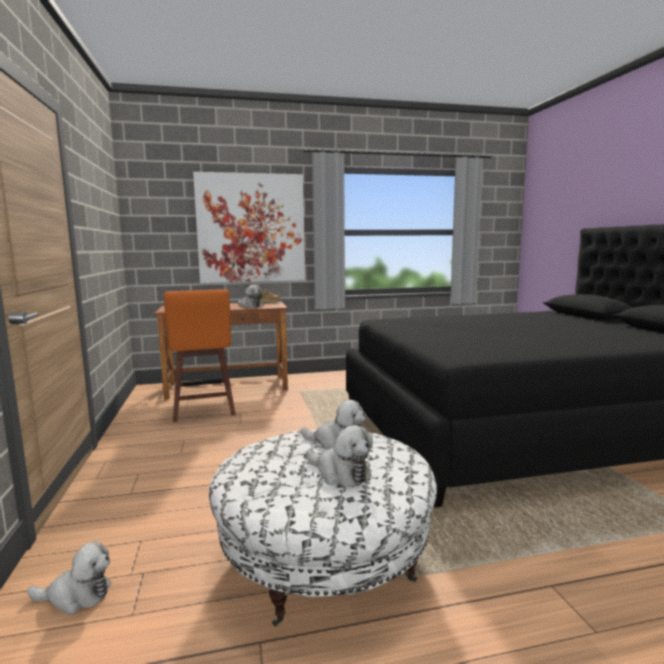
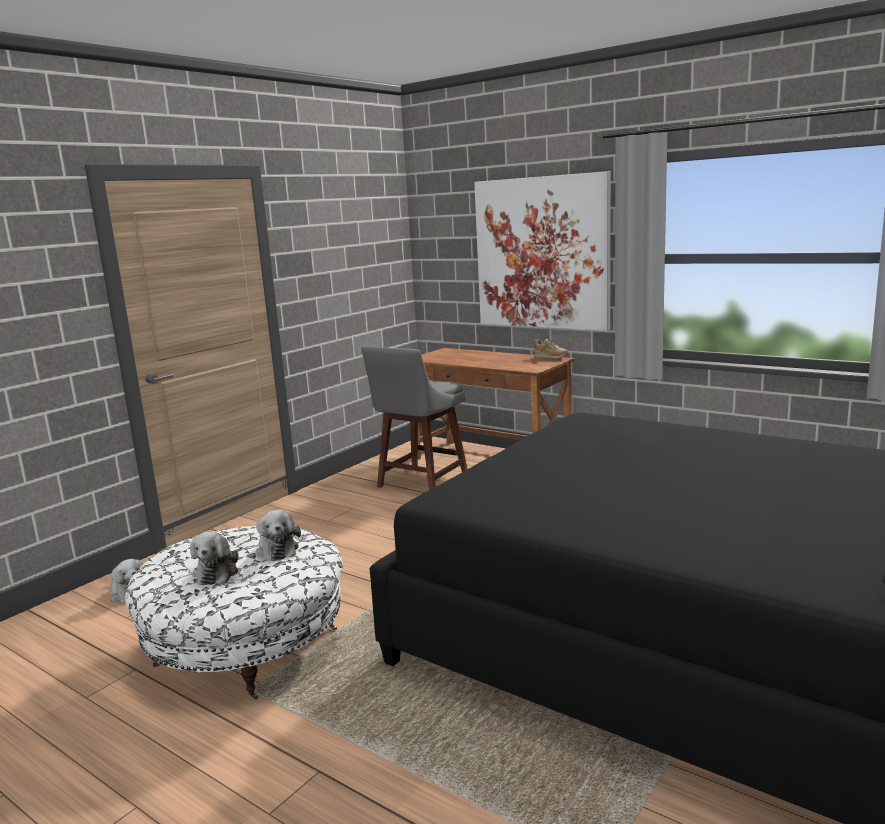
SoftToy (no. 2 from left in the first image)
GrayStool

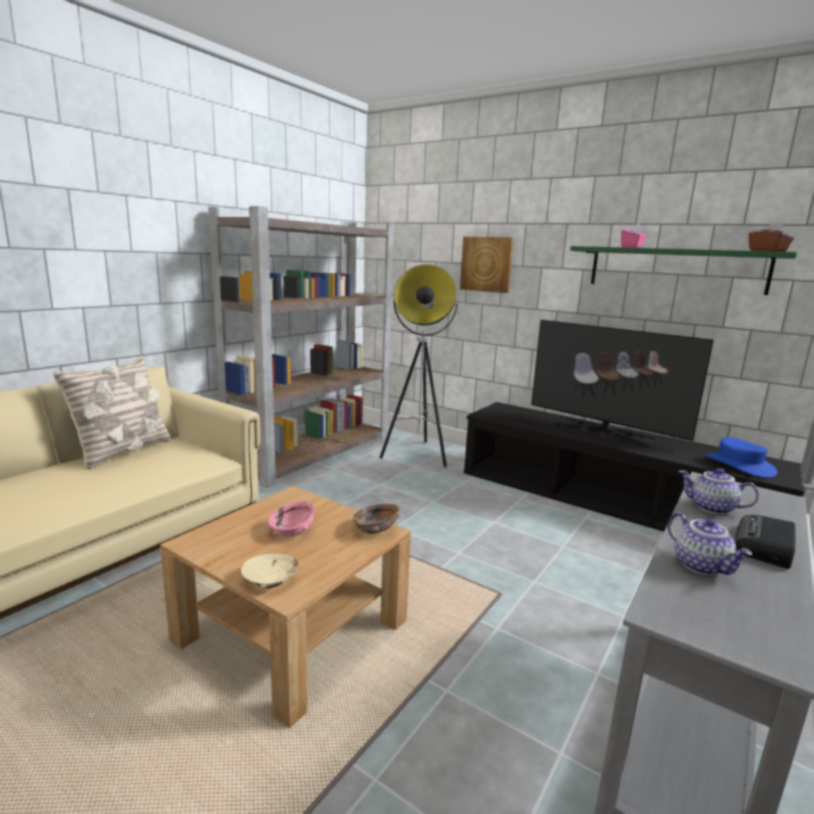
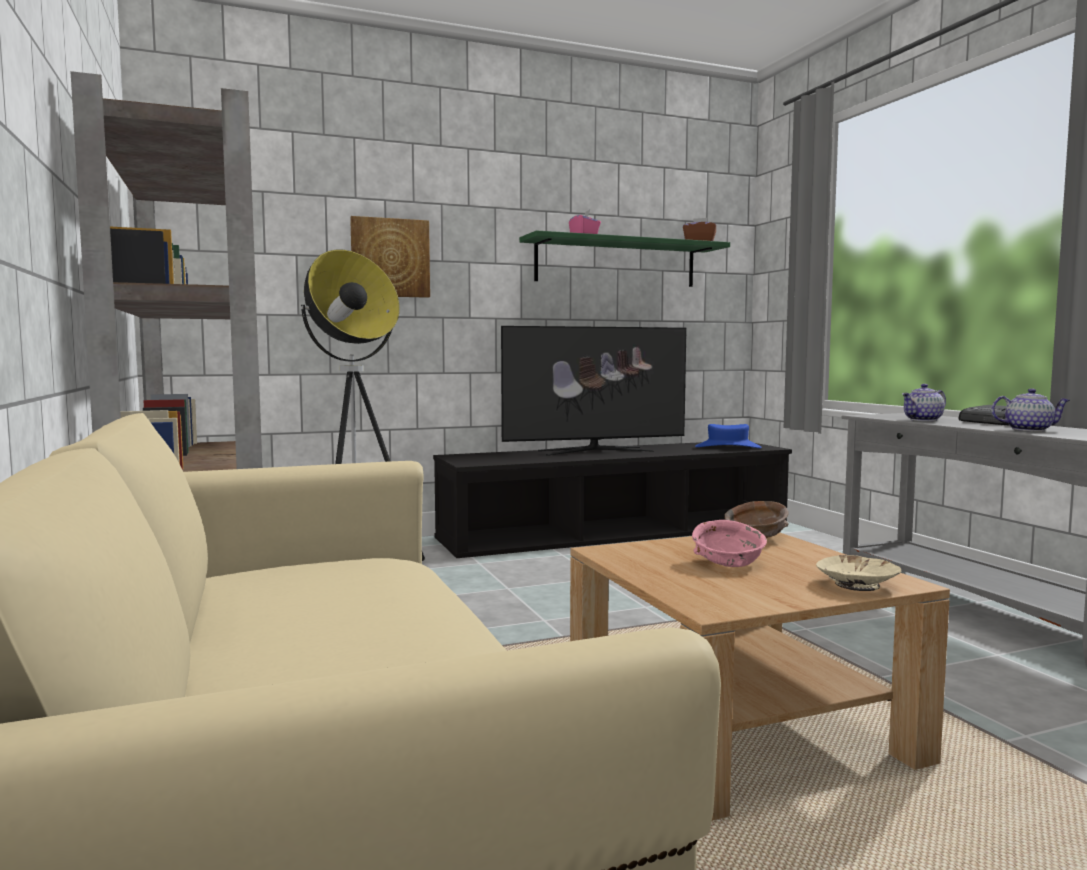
BeigeColouredThrowPillow

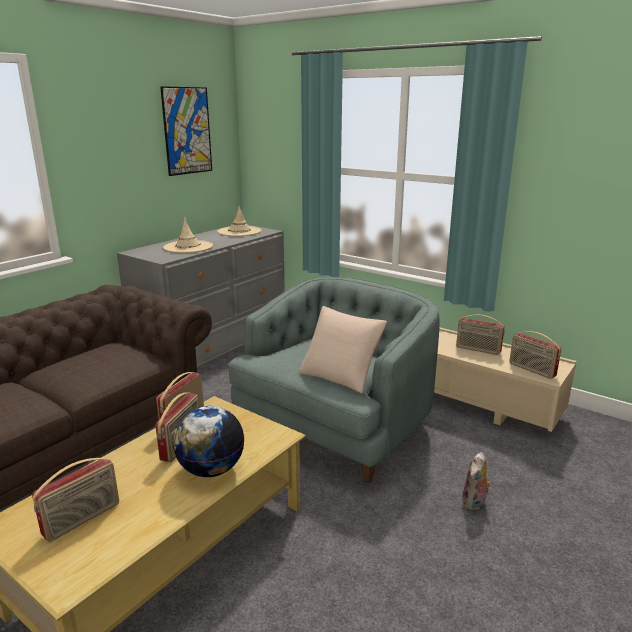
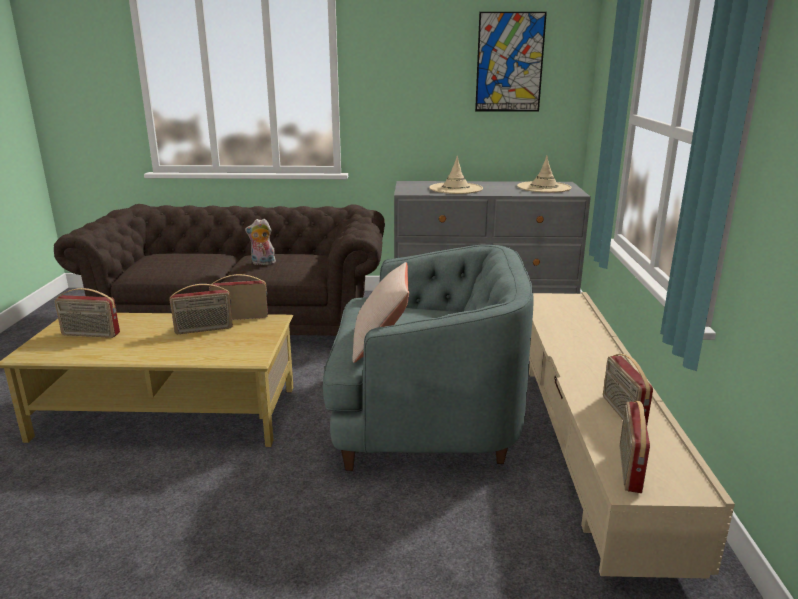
Globe
SoftToy

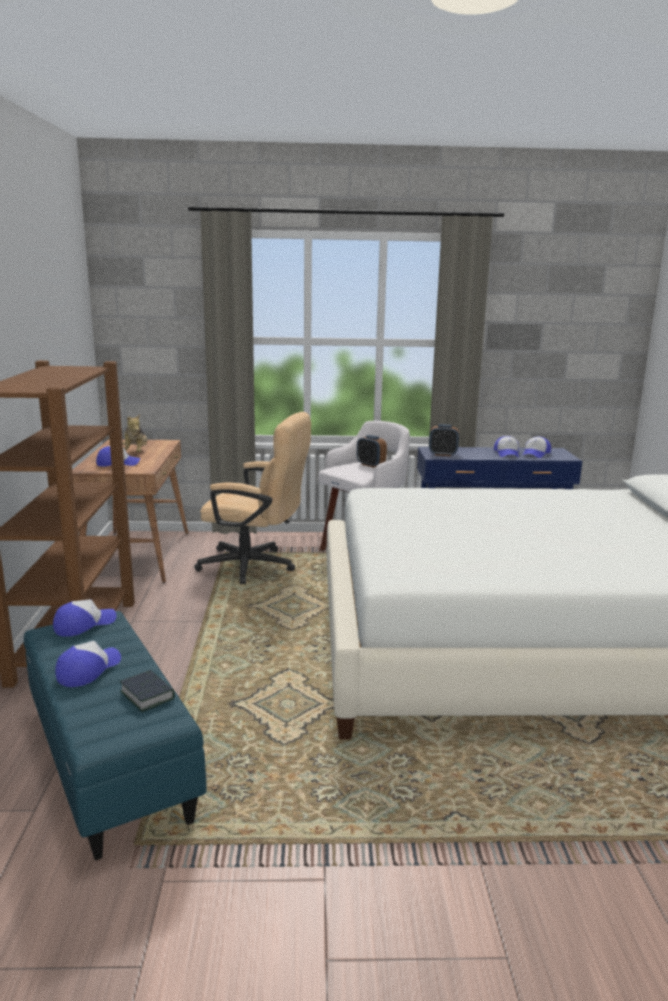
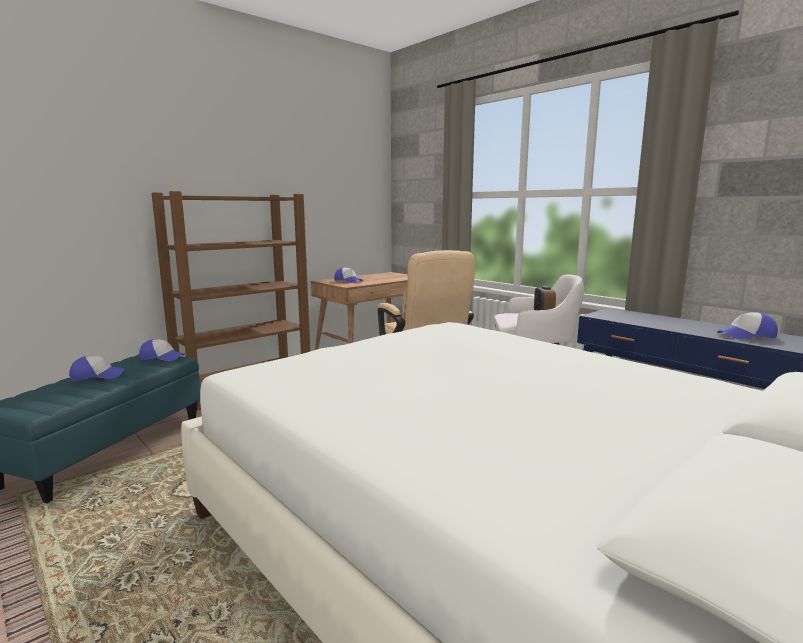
SoftToy
TableClock (no. 2 from left in the first image)
PeakedCap (no. 4 from left in the first image)
Volume

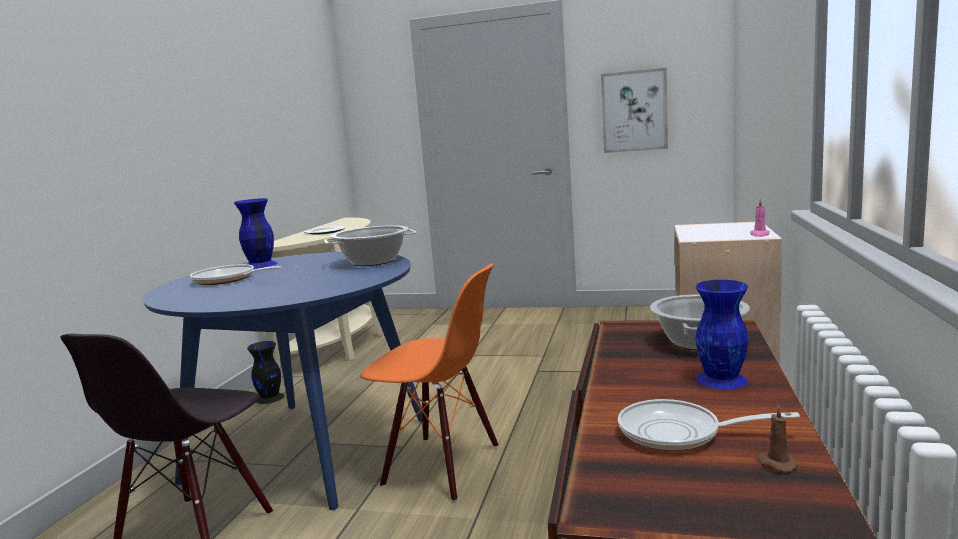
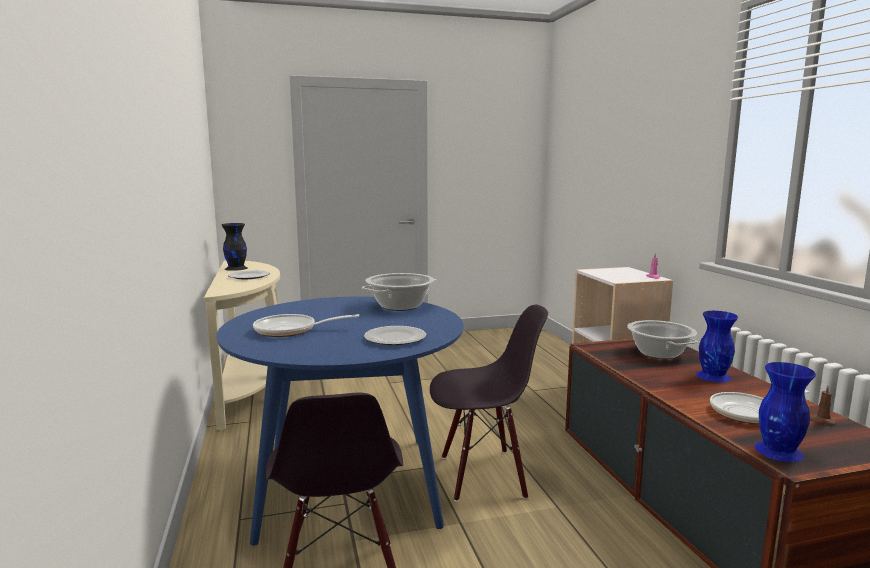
Picture
BlueColouredFlowerVase (no. 2 from left)
BlackPlainChair (no. 2 from left)
BlackFlowerVase
DinnerPlate (no. 2 from left)

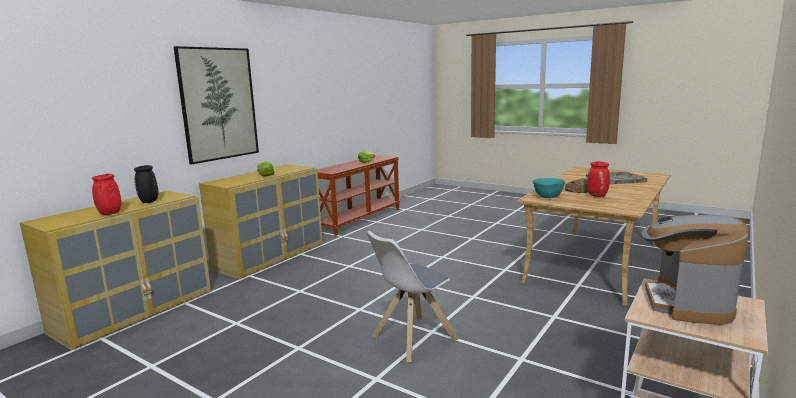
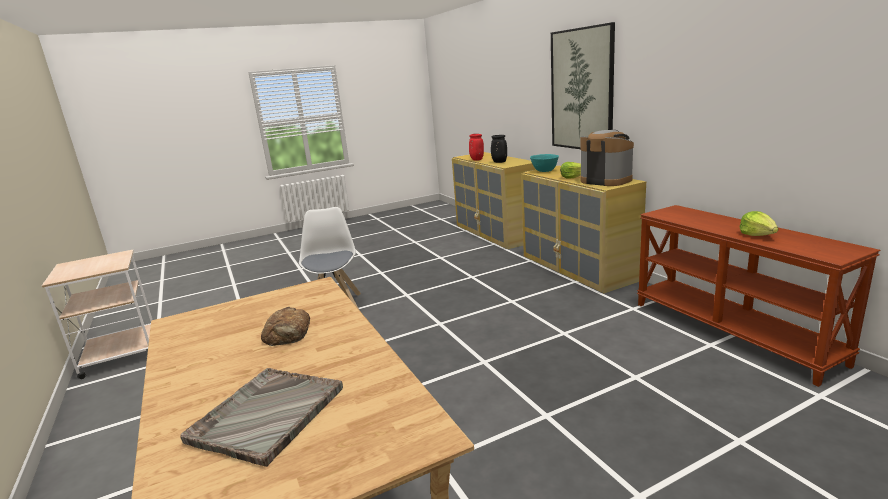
RedFlowerVase (no. 2 from left in the first image)
TurquoiseColouredBowl
CoffeeBrewer

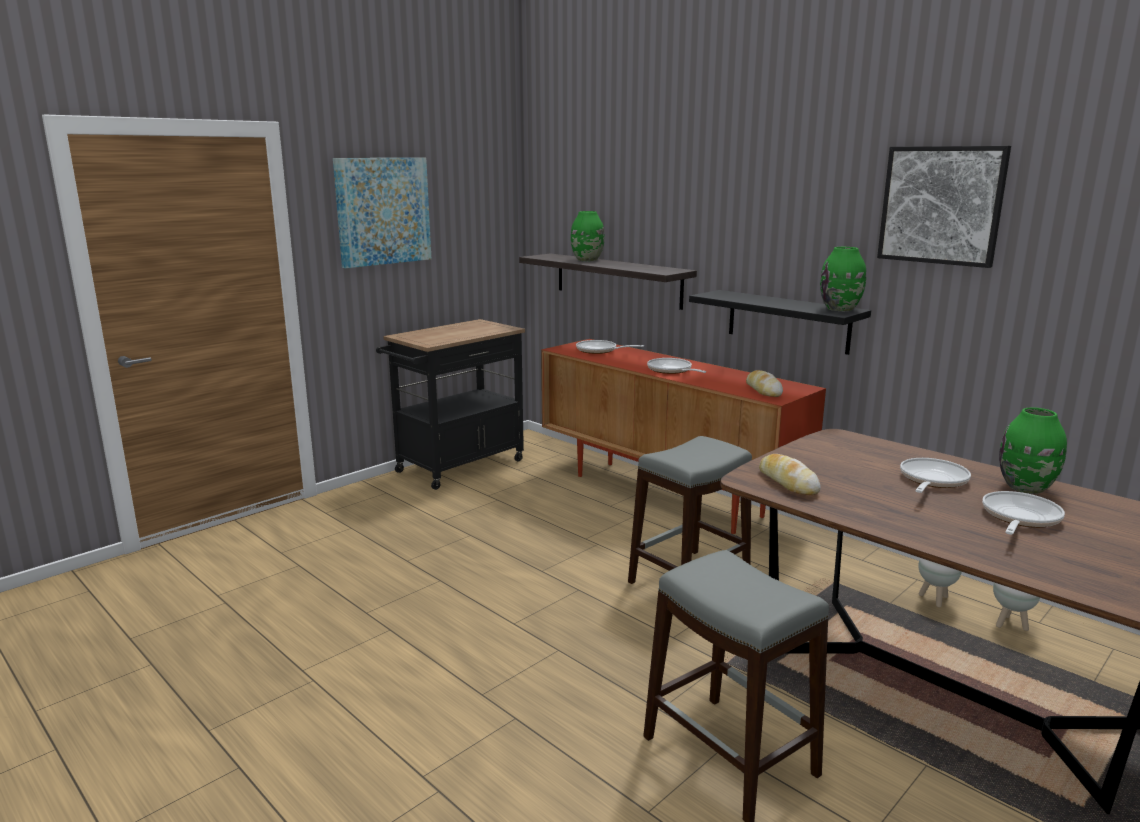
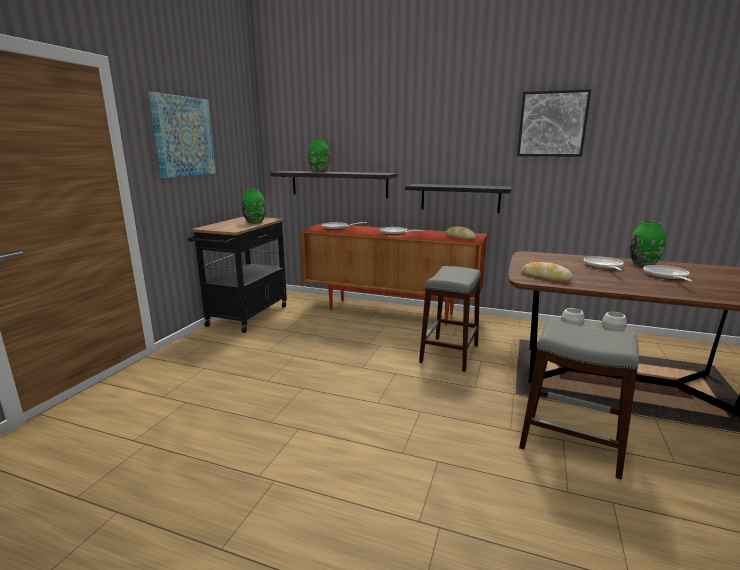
GreenFlowerVase (no. 1 from left)

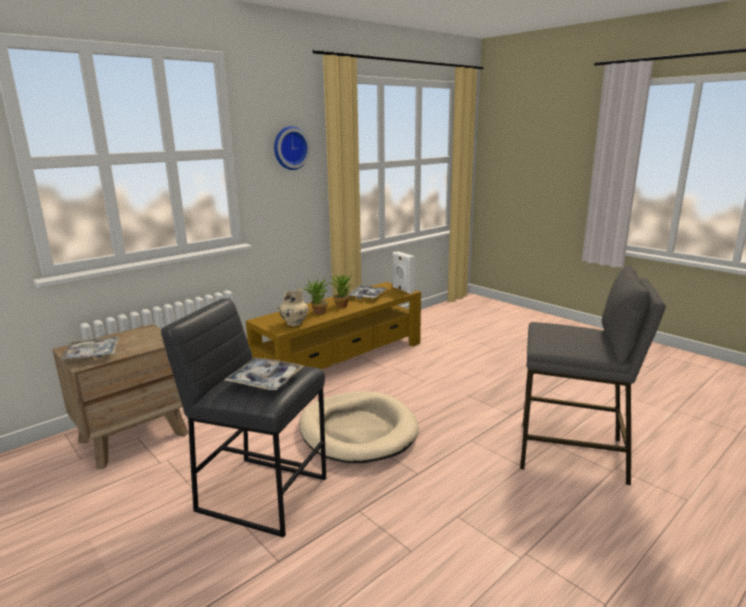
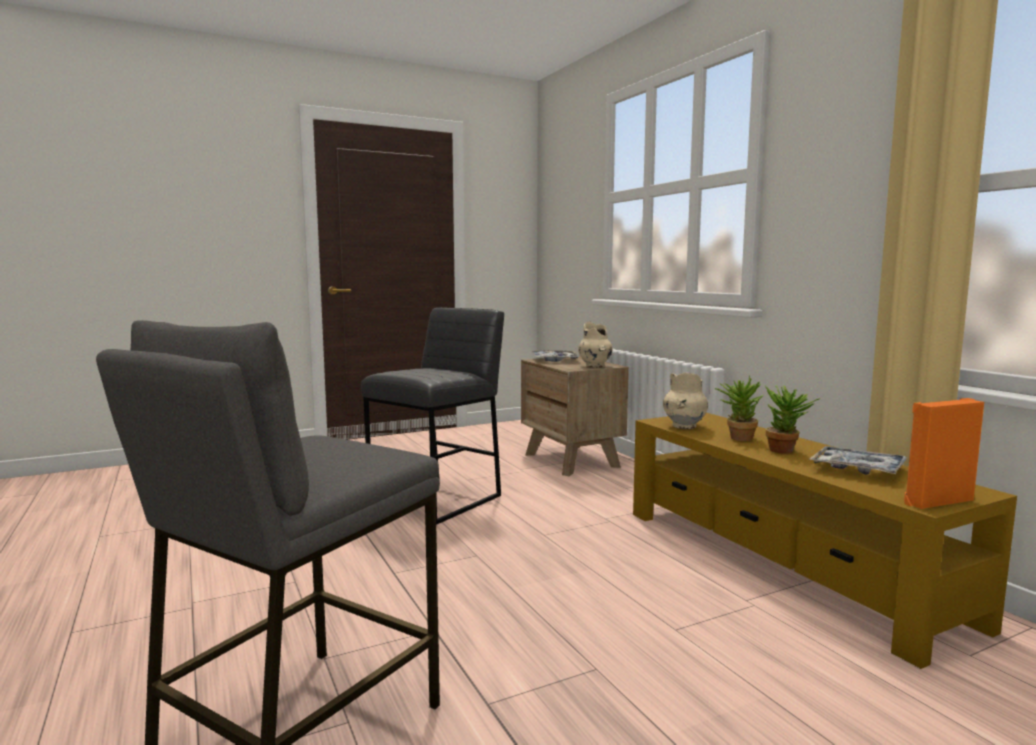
HangingClock
OrangeSpeaker
CarryingTray (no. 2 from left in the first image)
BeigeColouredDogCushion
BeigeColouredFlowerVase (no. 1 from left)

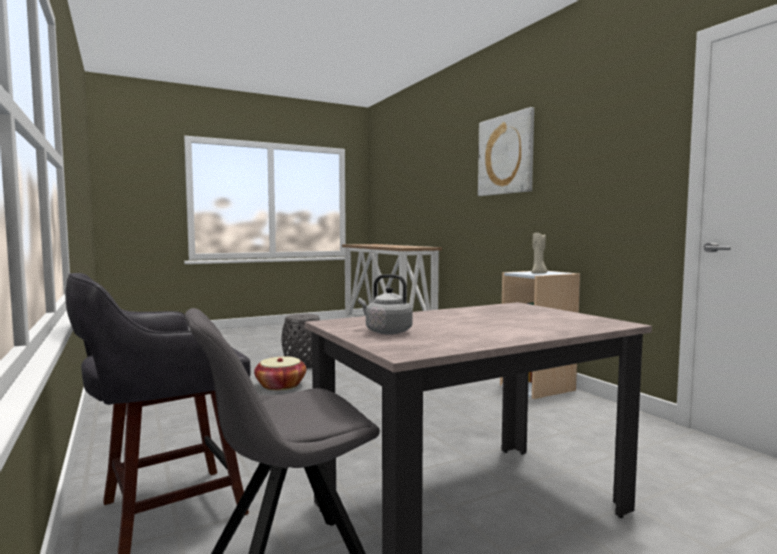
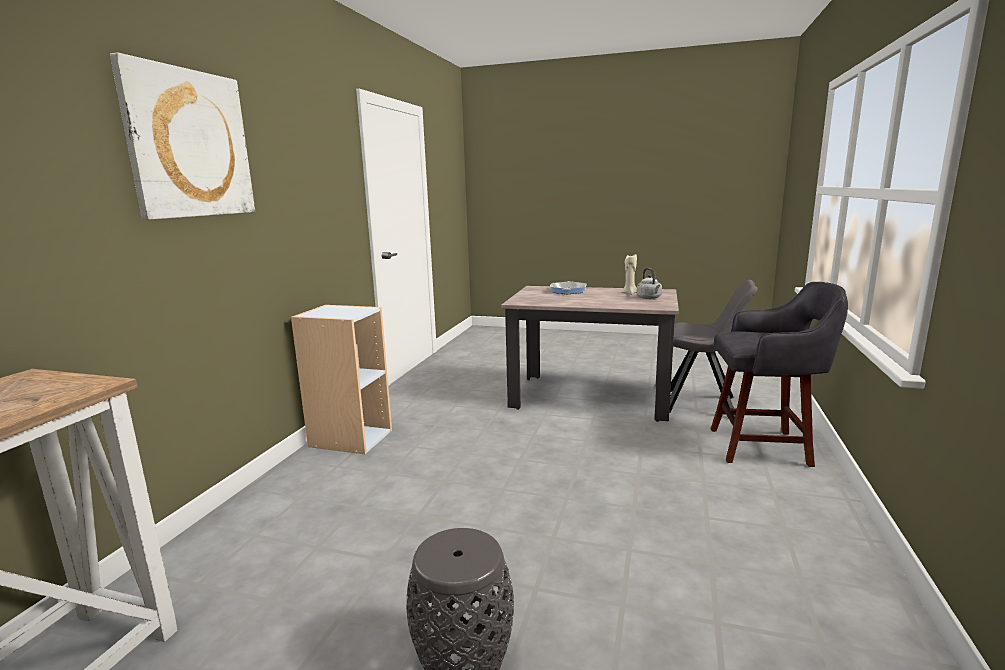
BeigeColouredWaxLight
StorageBasket
Skillet

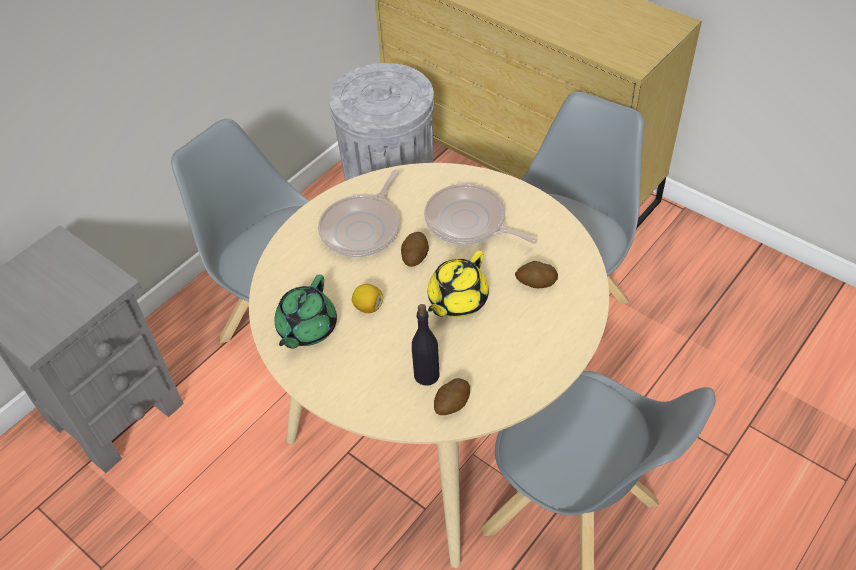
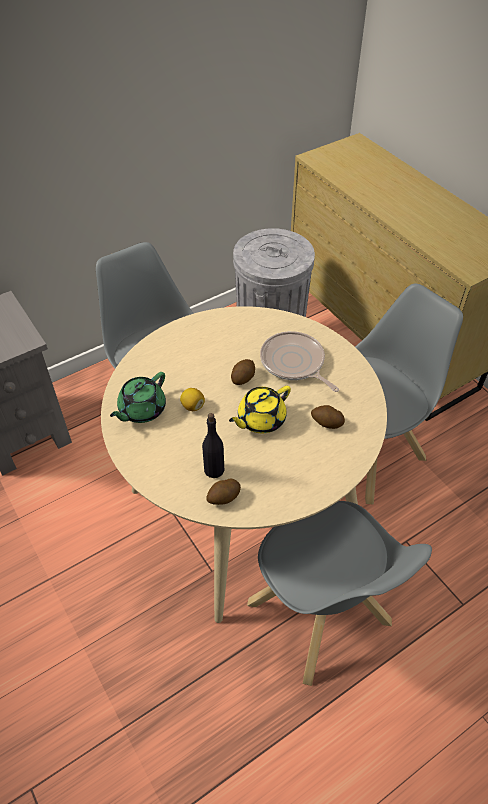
Skillet (no. 1 from left in the first image)

